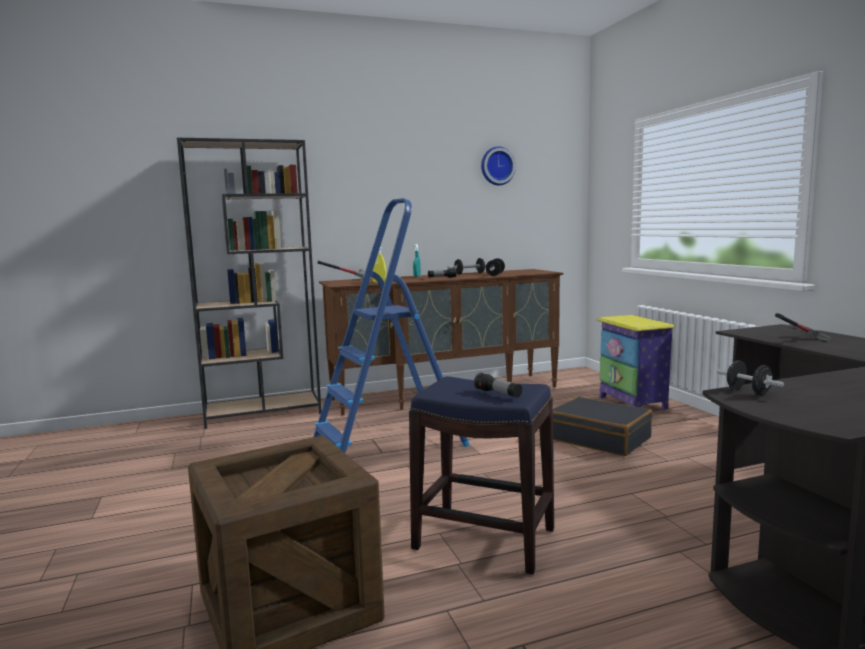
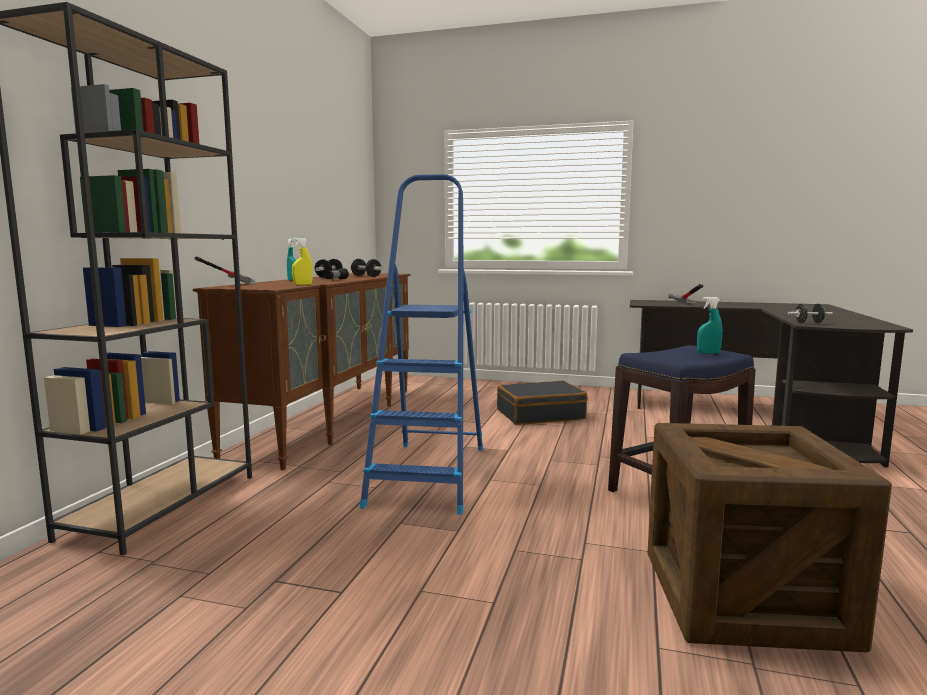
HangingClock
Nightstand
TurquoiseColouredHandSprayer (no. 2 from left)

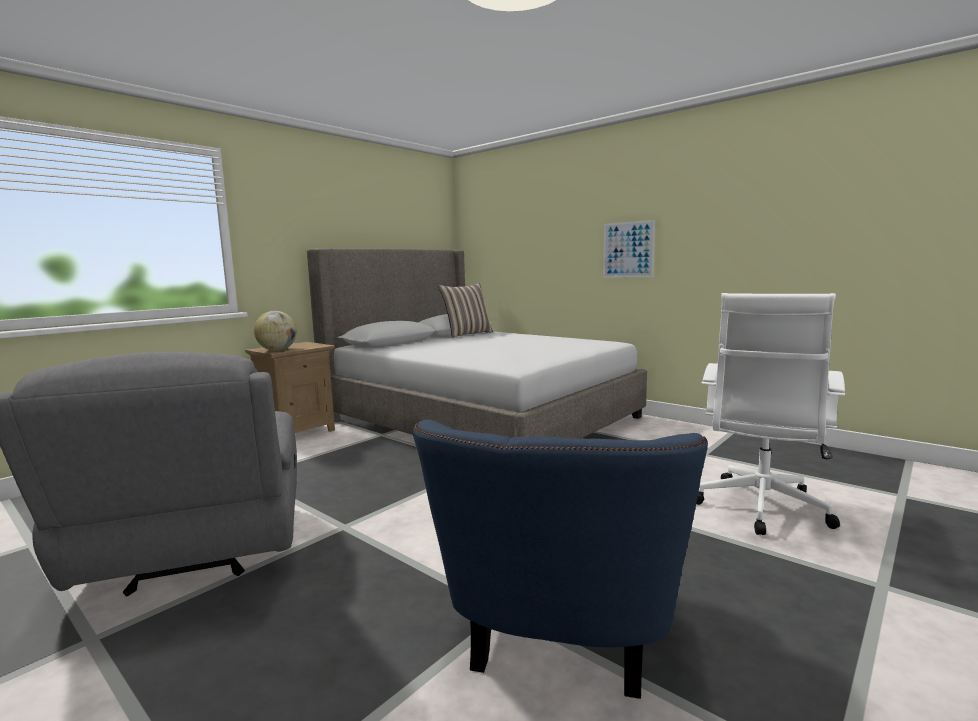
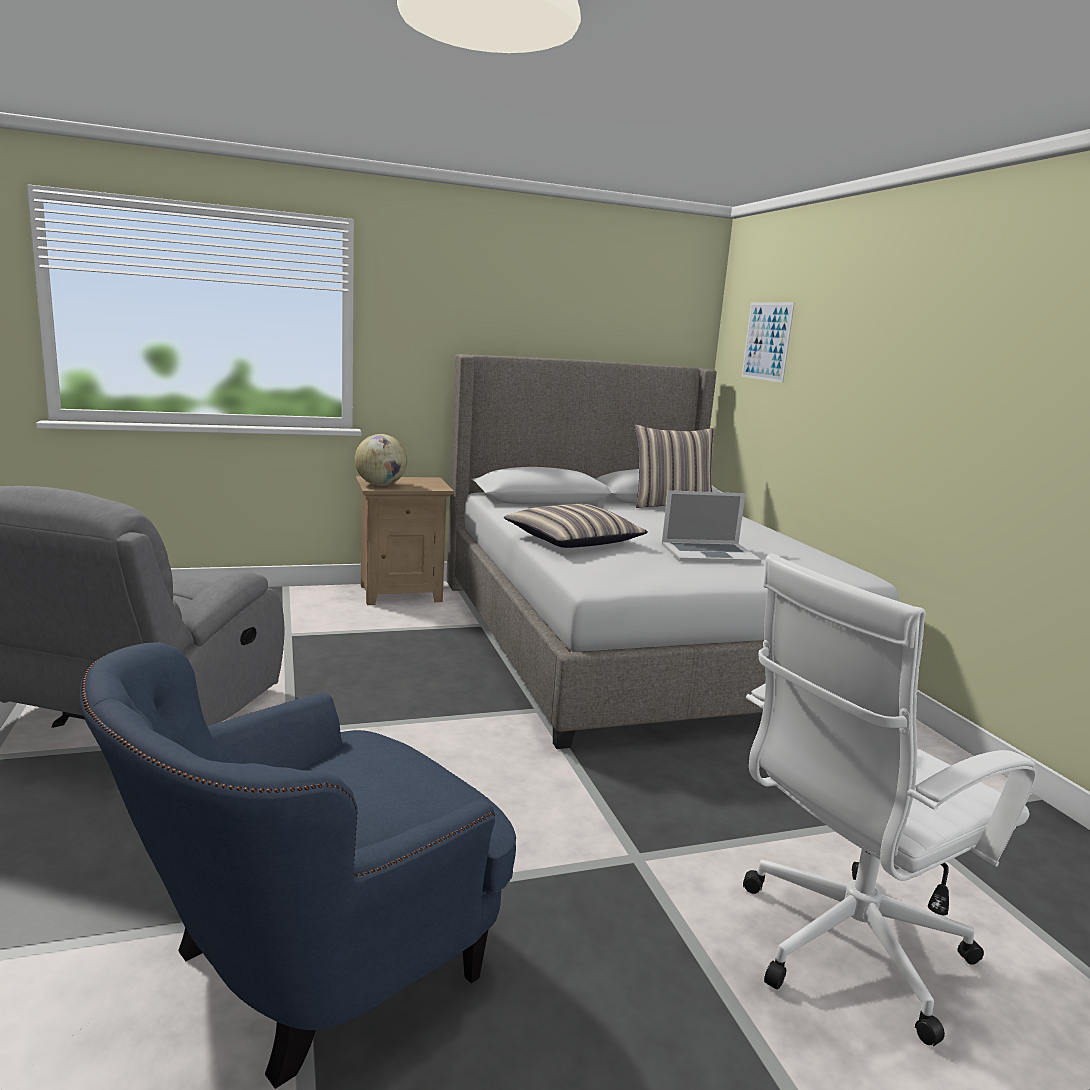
Picture
Laptop
ThrowPillow (no. 1 from left)

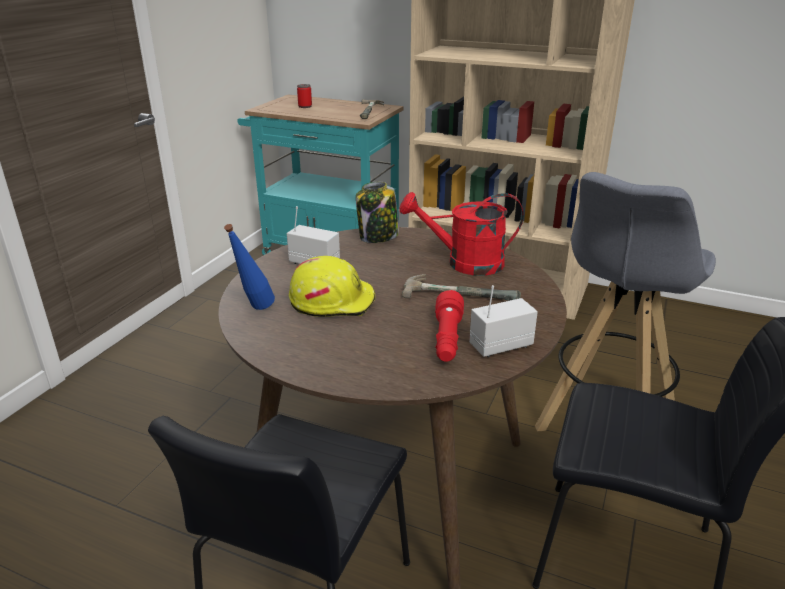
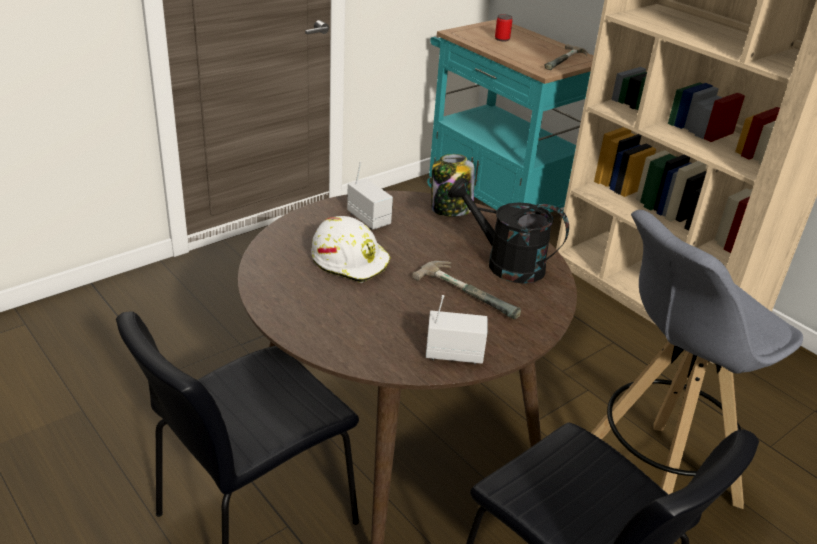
BlackWateringCan
BlueColouredBottle
WhitishWorkHelmet
RedTorch

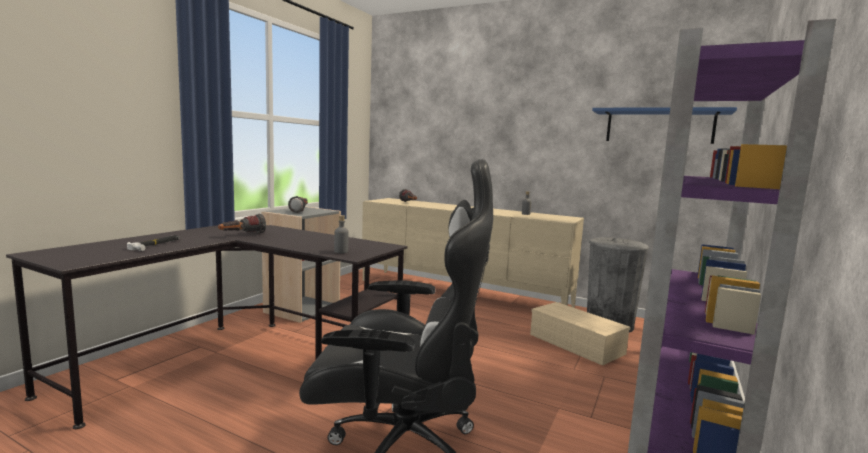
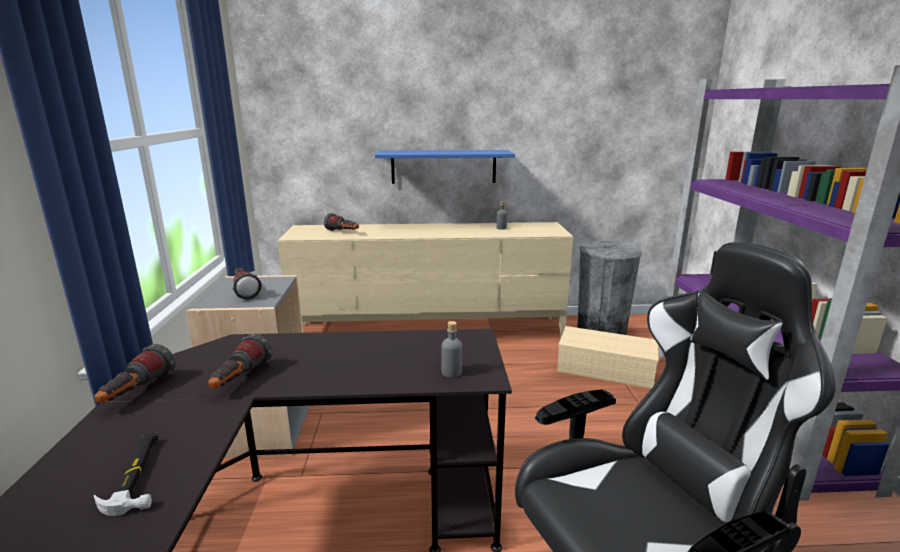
BlueColouredBracketShelf
Torch (no. 1 from left)

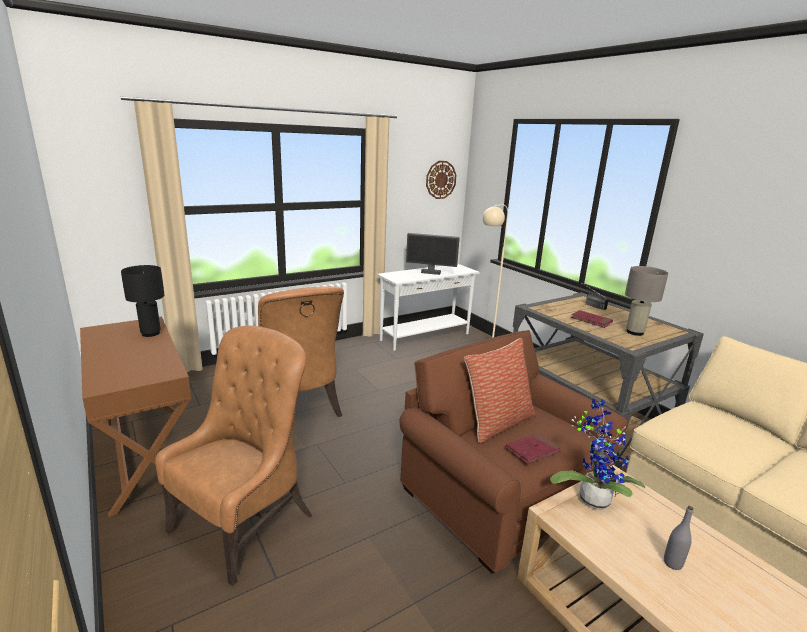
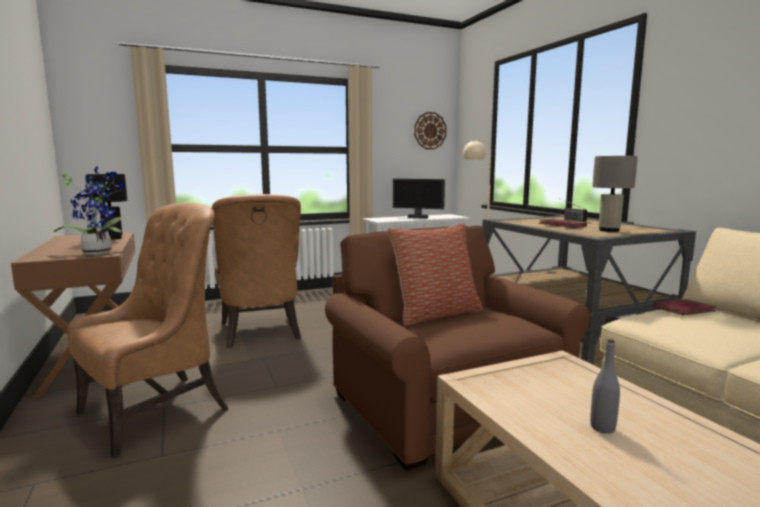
PottedPlant
RedVolume (no. 2 from left)

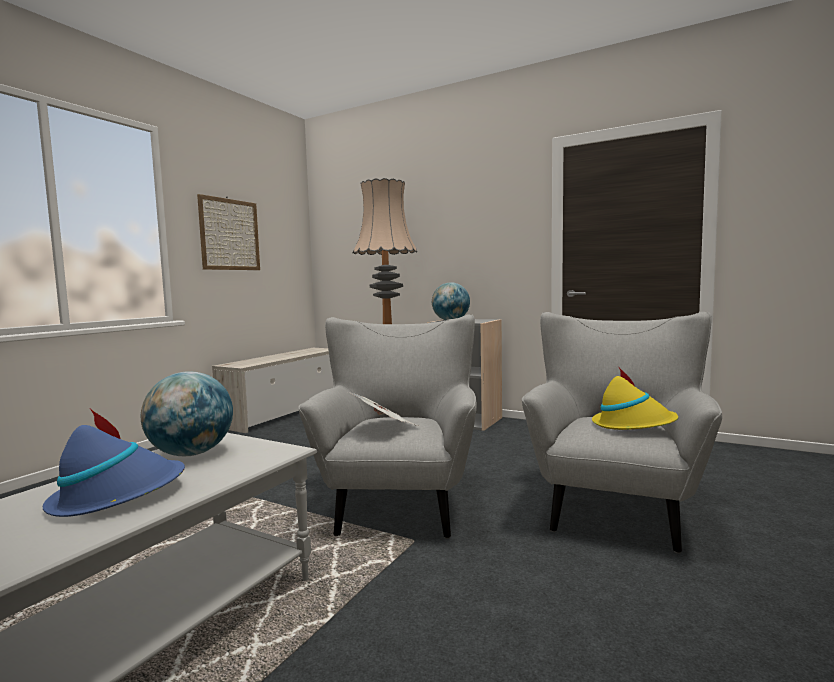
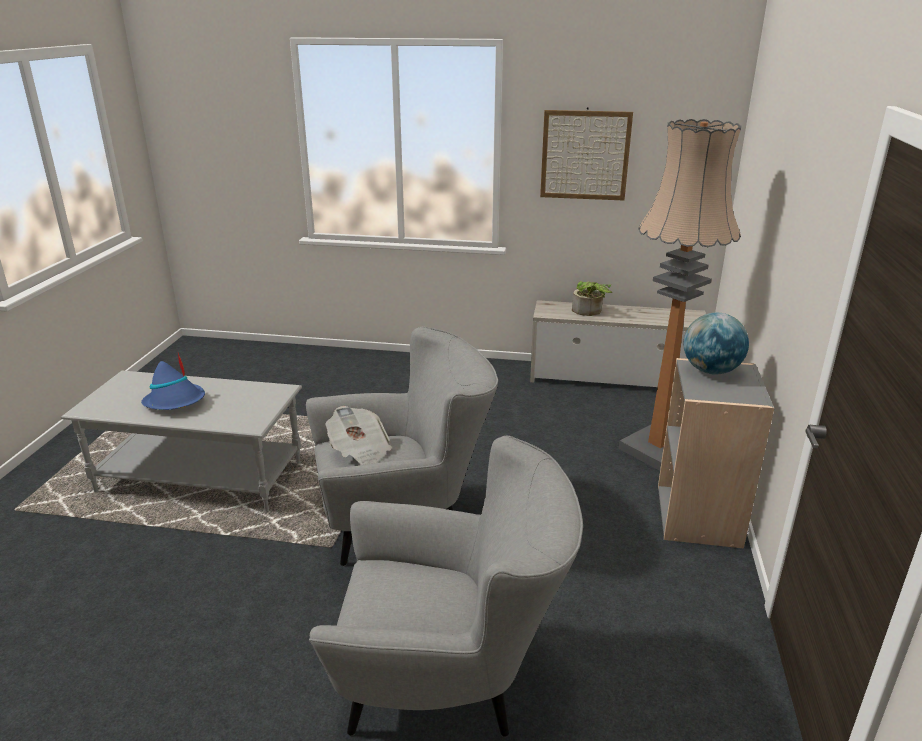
YellowishWearableHat
Globe (no. 1 from left in the first image)
PottedPlant

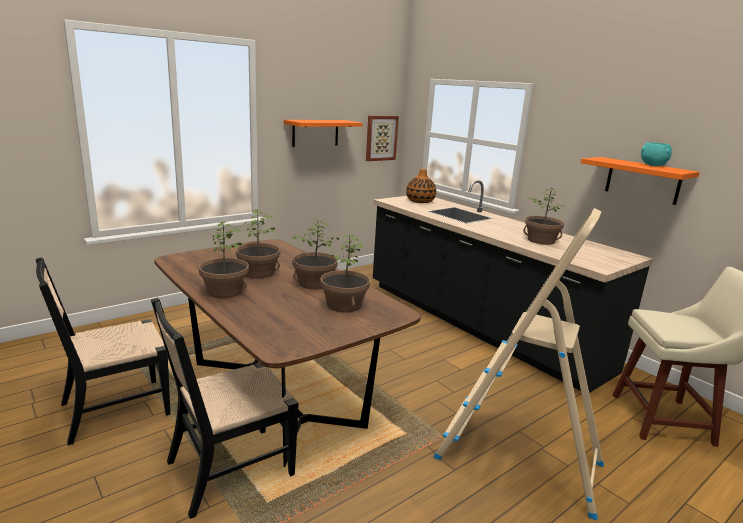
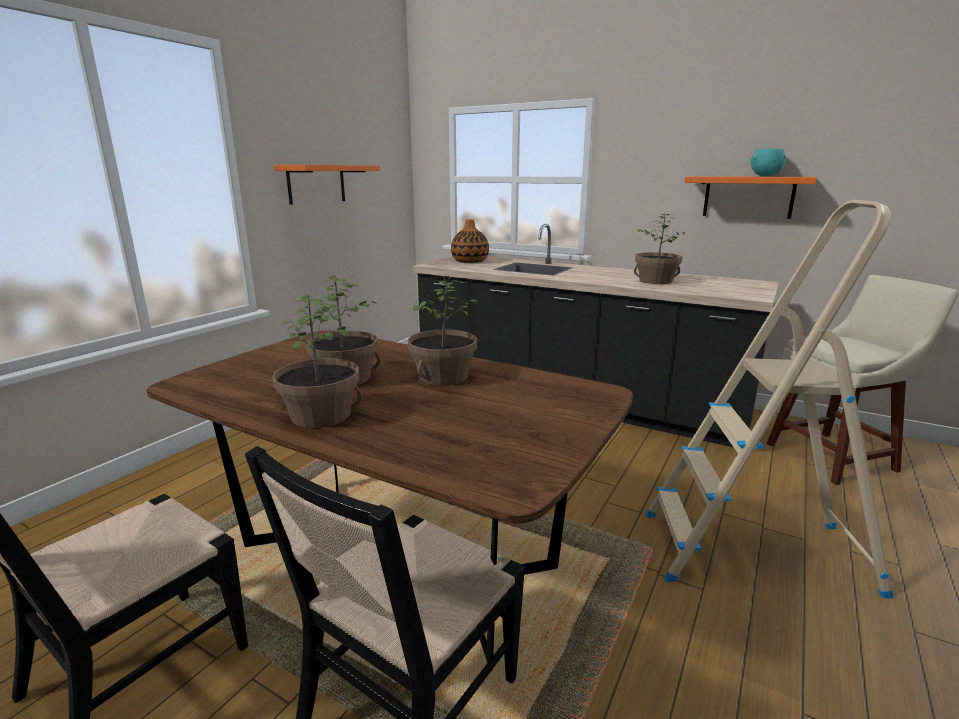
Picture
PottedPlant (no. 4 from left in the first image)

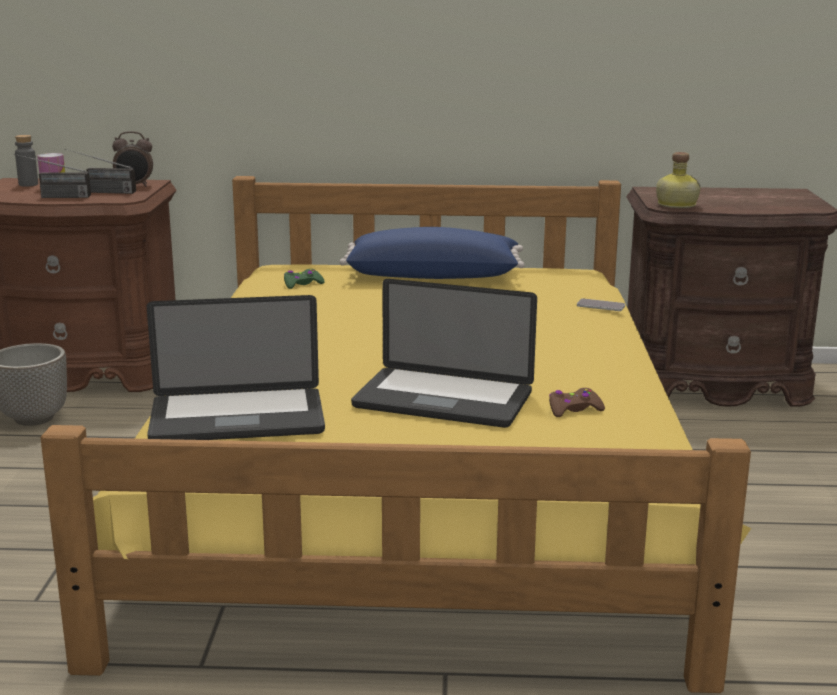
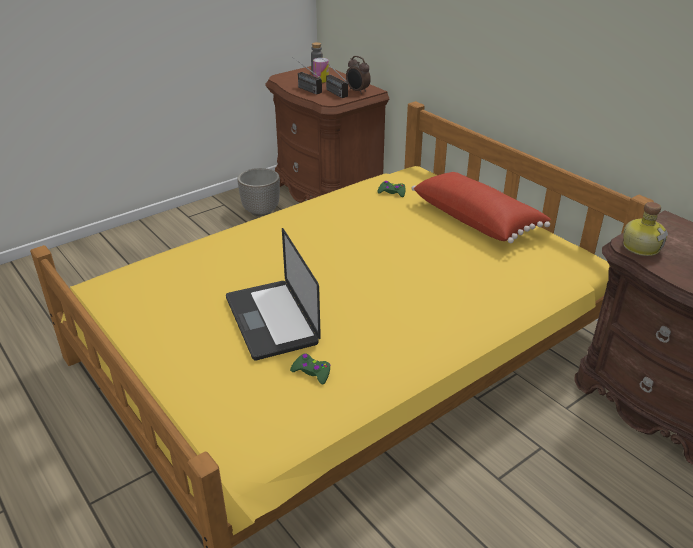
RedThrowPillow
Laptop (no. 1 from left in the first image)
Telephone
GreenGameController (no. 1 from left)

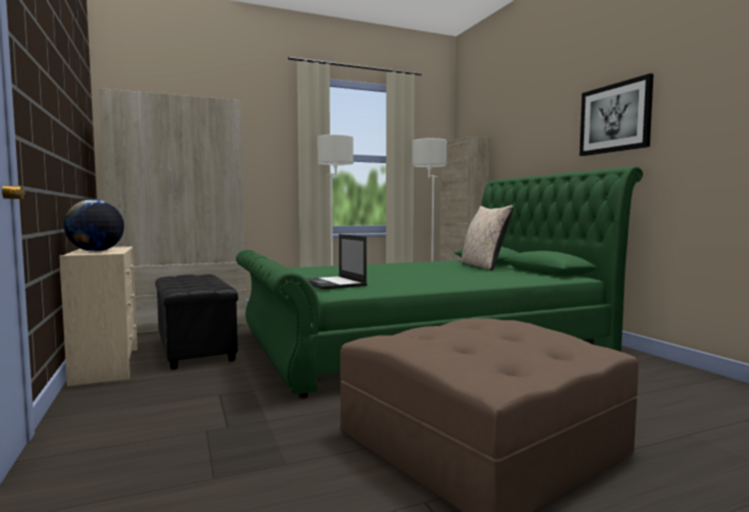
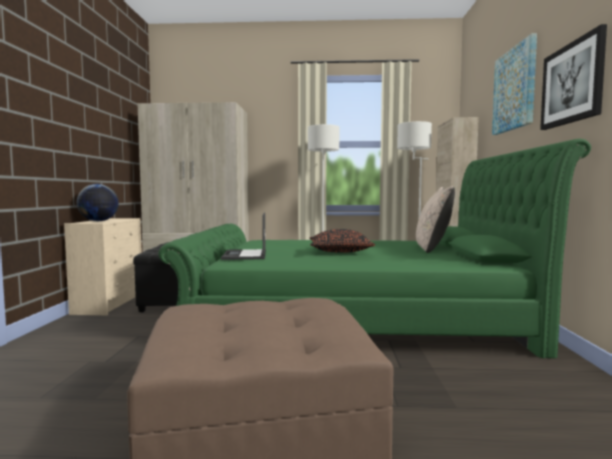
Picture (no. 1 from left)
BlackThrowPillow

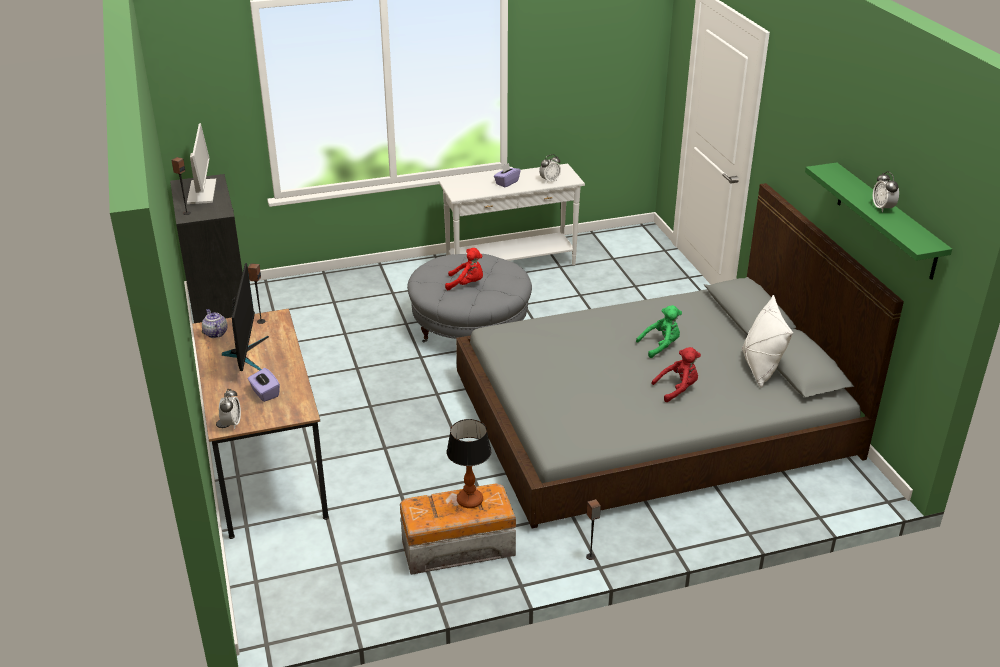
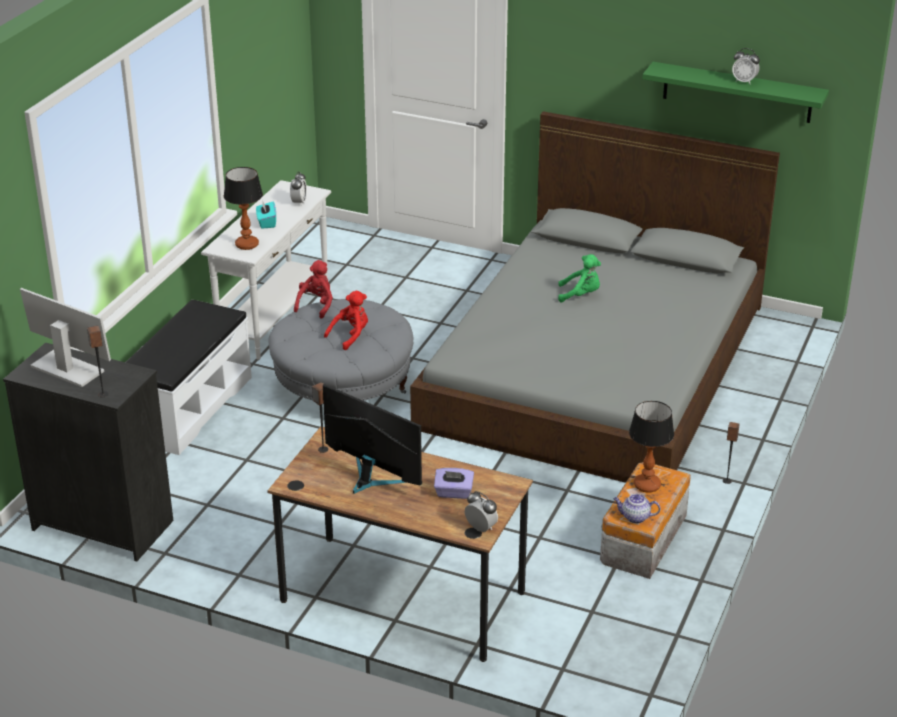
TurquoiseColouredTissueHolder
WhitishThrowPillow
GreenSoftToy
TeaPot
RedSoftToy (no. 1 from left)
TabletopLamp (no. 1 from left)
WhitishBench

